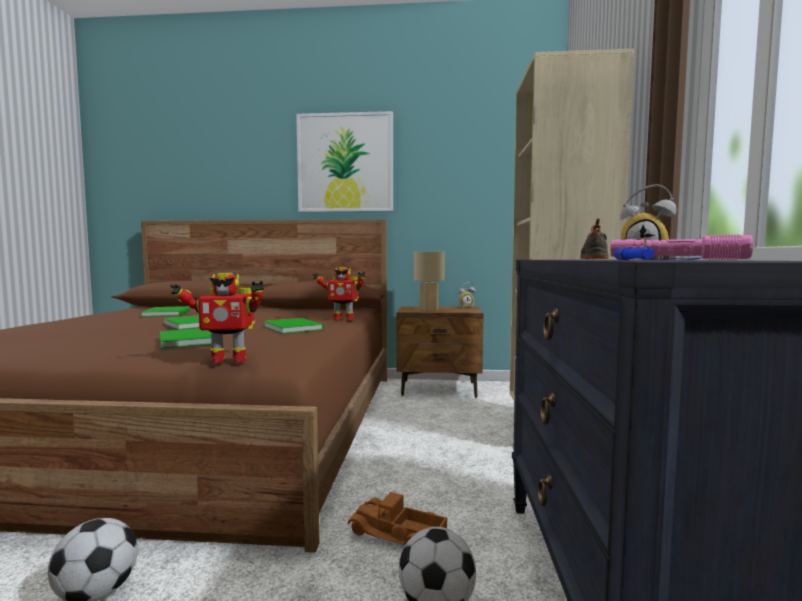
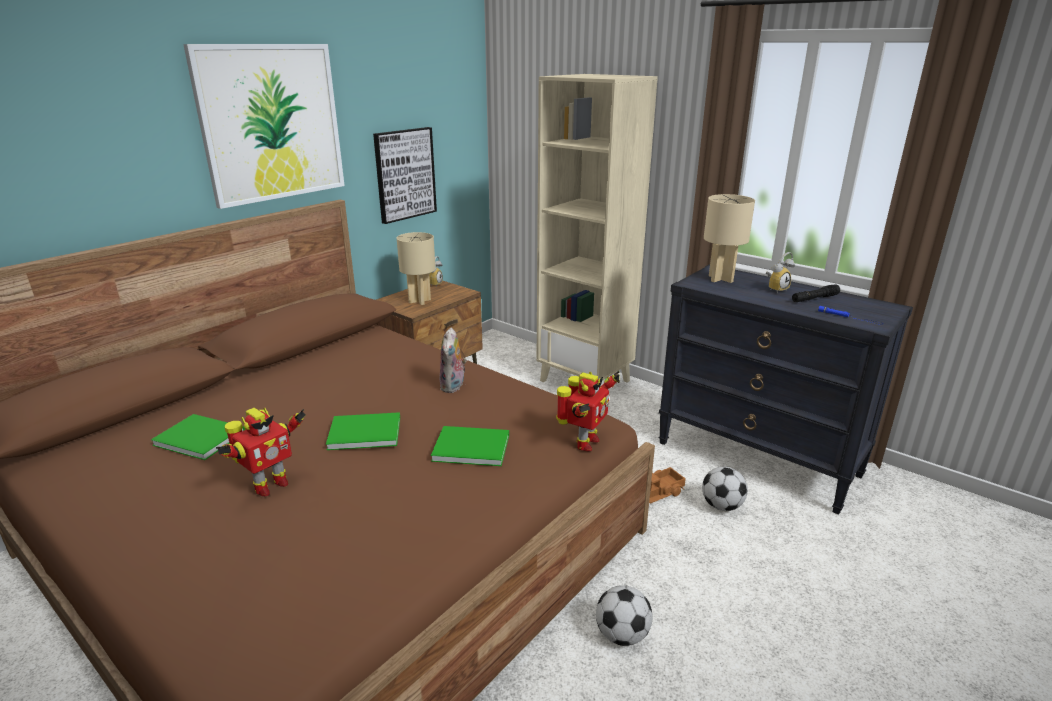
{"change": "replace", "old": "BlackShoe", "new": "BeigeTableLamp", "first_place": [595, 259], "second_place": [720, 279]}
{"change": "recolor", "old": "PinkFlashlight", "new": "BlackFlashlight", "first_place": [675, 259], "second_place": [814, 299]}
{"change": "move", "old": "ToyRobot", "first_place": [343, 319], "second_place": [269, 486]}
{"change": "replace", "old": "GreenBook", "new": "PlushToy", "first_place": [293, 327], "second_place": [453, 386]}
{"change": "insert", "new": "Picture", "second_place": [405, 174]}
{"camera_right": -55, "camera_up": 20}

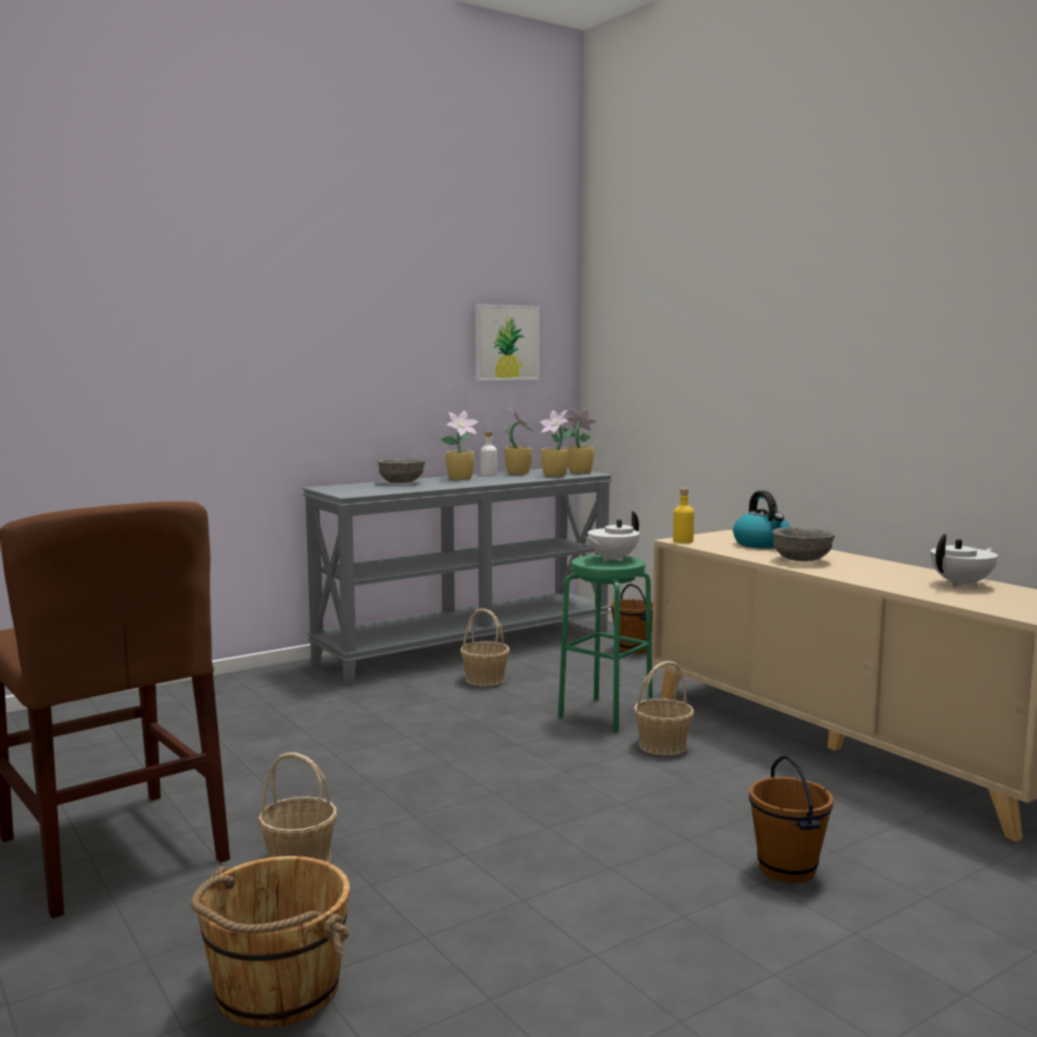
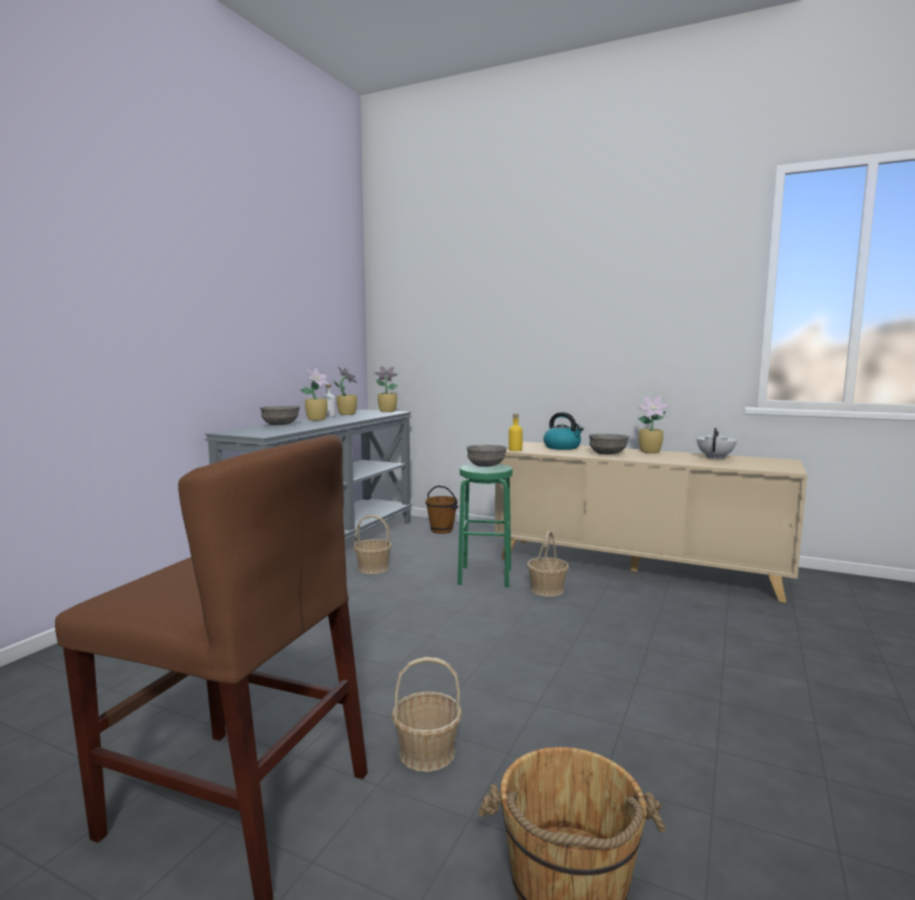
{"change": "delete", "old": "Picture", "first_place": [506, 342]}
{"change": "move", "old": "PottedPlant", "first_place": [555, 475], "second_place": [651, 452]}
{"change": "replace", "old": "WhiteTeapot", "new": "GreyBowl", "first_place": [612, 559], "second_place": [486, 466]}
{"change": "delete", "old": "BrownBucket", "first_place": [786, 869]}
{"camera_right": -30, "camera_up": 0}

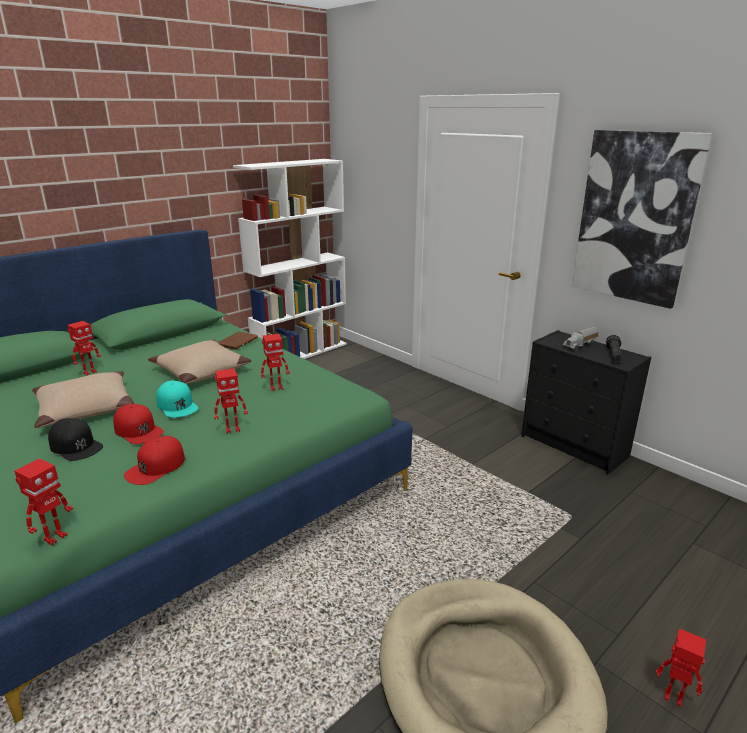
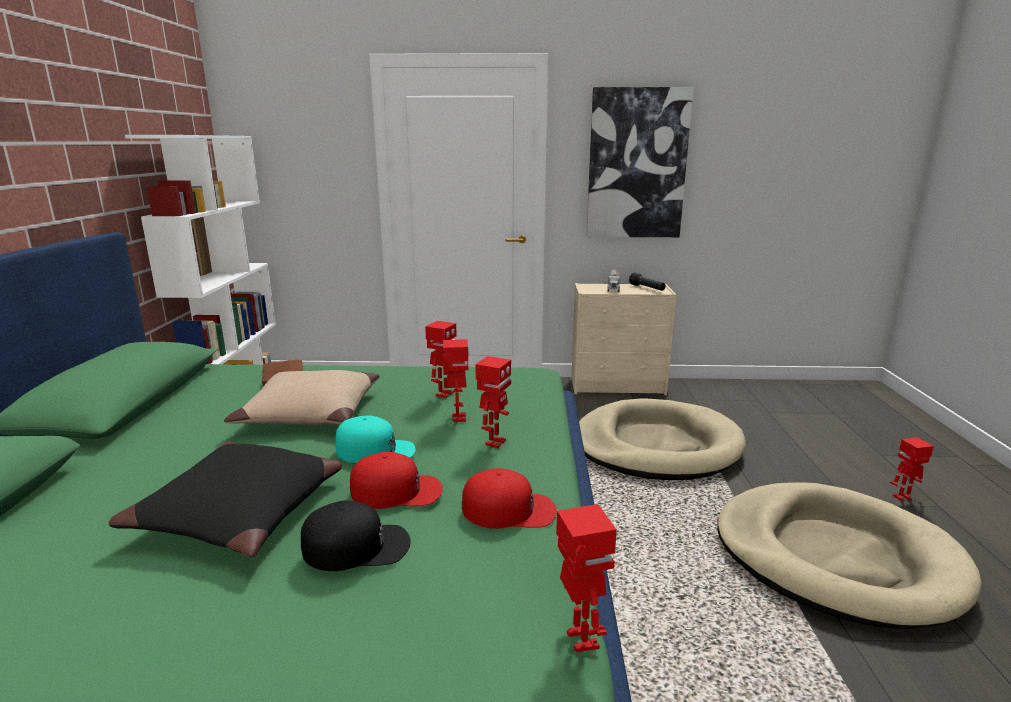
{"change": "move", "old": "ToyRobot", "first_place": [89, 372], "second_place": [458, 418]}
{"change": "recolor", "old": "BlackDresser", "new": "BeigeDresser", "first_place": [575, 446], "second_place": [618, 386]}
{"change": "recolor", "old": "BeigePillow", "new": "BlackPillow", "first_place": [85, 409], "second_place": [241, 512]}
{"change": "rotate", "old": "RedCap", "first_place": [156, 467], "second_place": [509, 509], "degrees": -75}
{"change": "insert", "new": "BeigeDogBed", "second_place": [656, 446]}
{"camera_right": -45, "camera_up": -5}

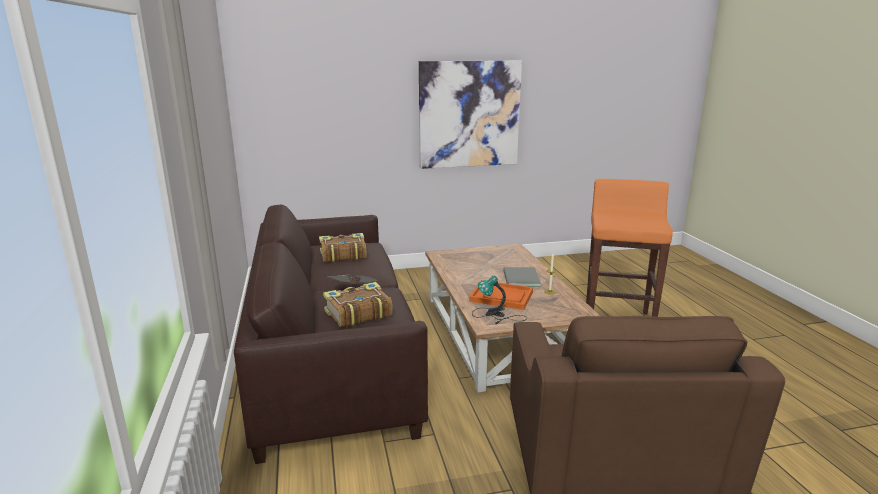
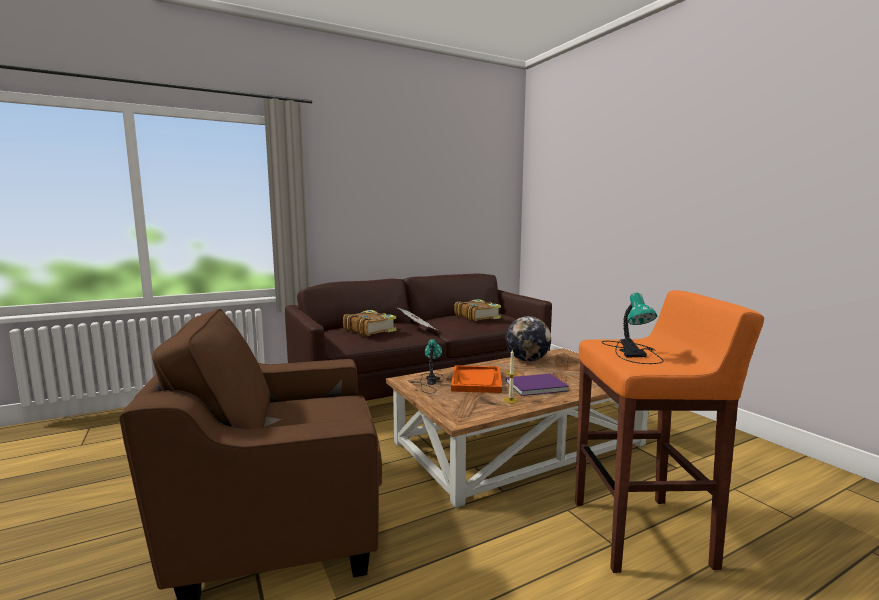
{"change": "delete", "old": "Picture", "first_place": [469, 114]}
{"change": "recolor", "old": "GreyBook", "new": "PurpleBook", "first_place": [520, 279], "second_place": [534, 386]}
{"change": "insert", "new": "TableLamp", "second_place": [631, 352]}
{"change": "insert", "new": "Globe", "second_place": [527, 360]}
{"camera_right": 75, "camera_up": -10}

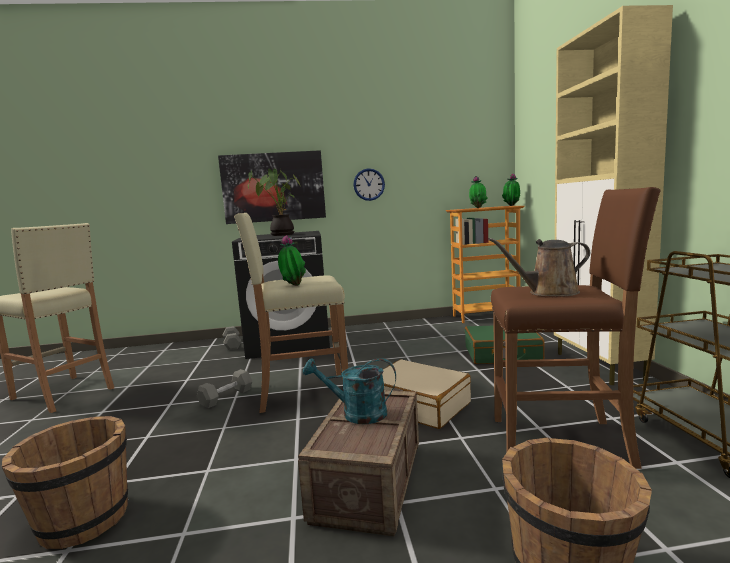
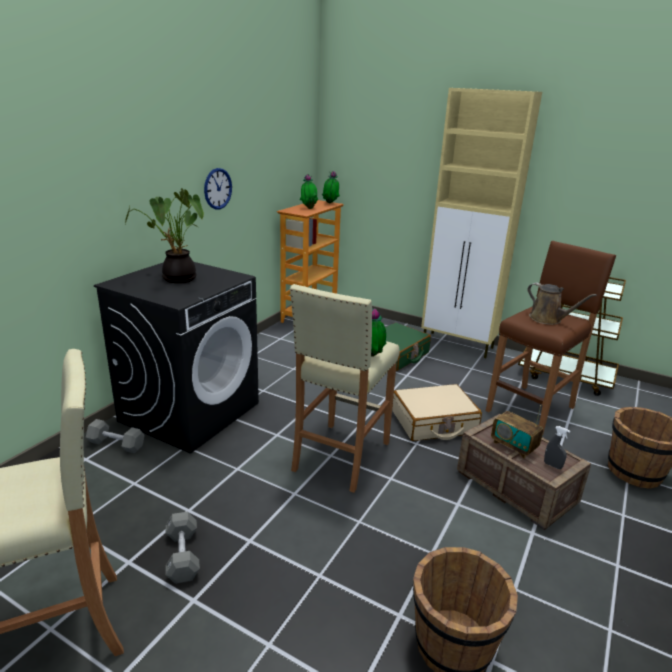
{"change": "delete", "old": "Picture", "first_place": [273, 187]}
{"change": "rotate", "old": "BrownWateringCan", "first_place": [548, 293], "second_place": [548, 319], "degrees": -75}
{"change": "replace", "old": "TurquoiseWateringCan", "new": "Radio", "first_place": [356, 414], "second_place": [513, 446]}
{"change": "move", "old": "GreyDumbbell", "first_place": [226, 397], "second_place": [182, 555]}
{"change": "insert", "new": "GreySprayBottle", "second_place": [552, 465]}
{"camera_right": -55, "camera_up": 15}

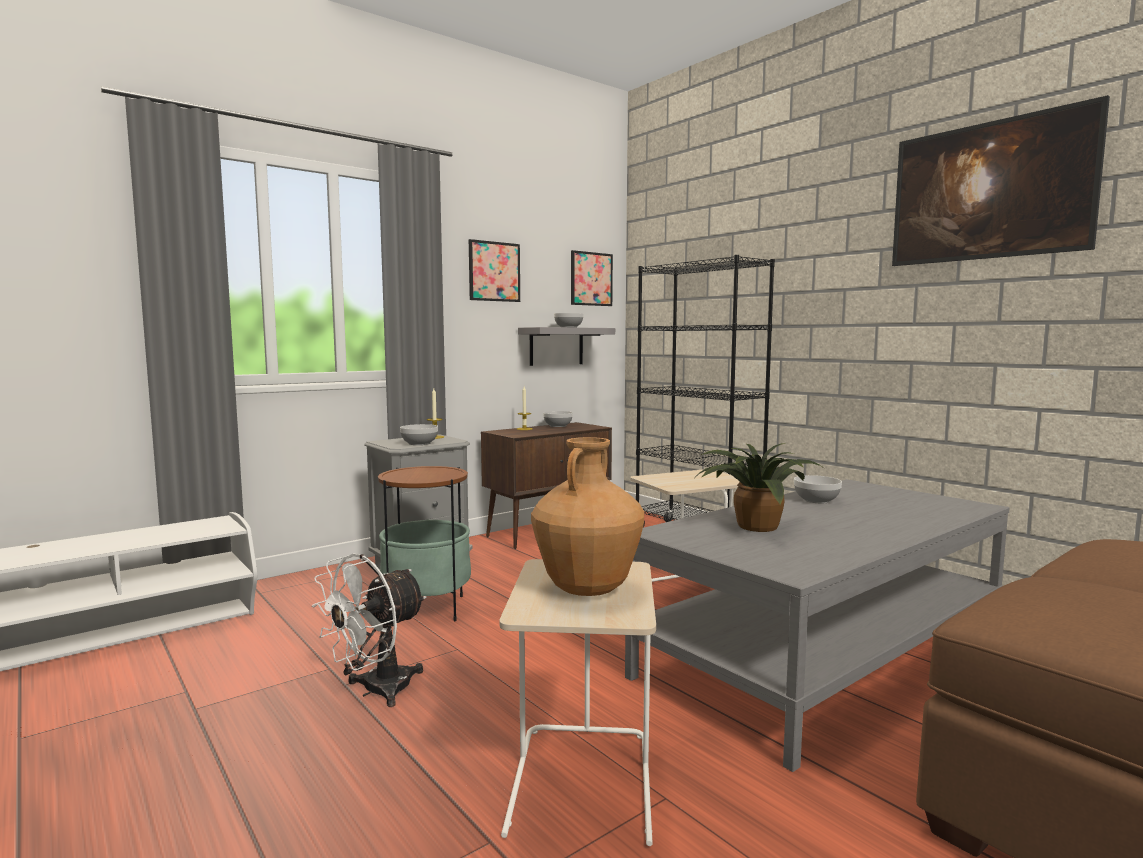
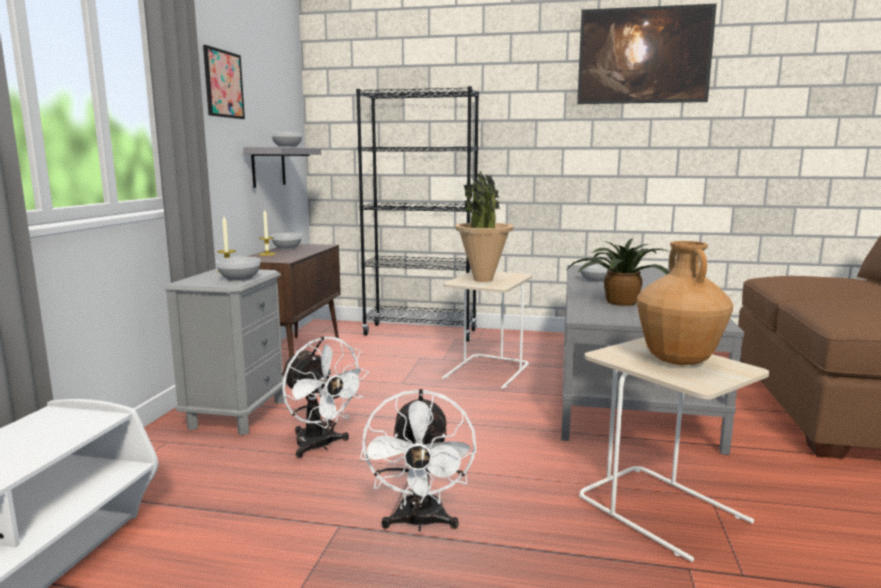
{"change": "delete", "old": "Picture", "first_place": [591, 279]}
{"change": "replace", "old": "SideTable", "new": "WhiteFan", "first_place": [427, 609], "second_place": [320, 446]}
{"change": "insert", "new": "PottedPlant", "second_place": [483, 280]}
{"camera_right": -40, "camera_up": 5}

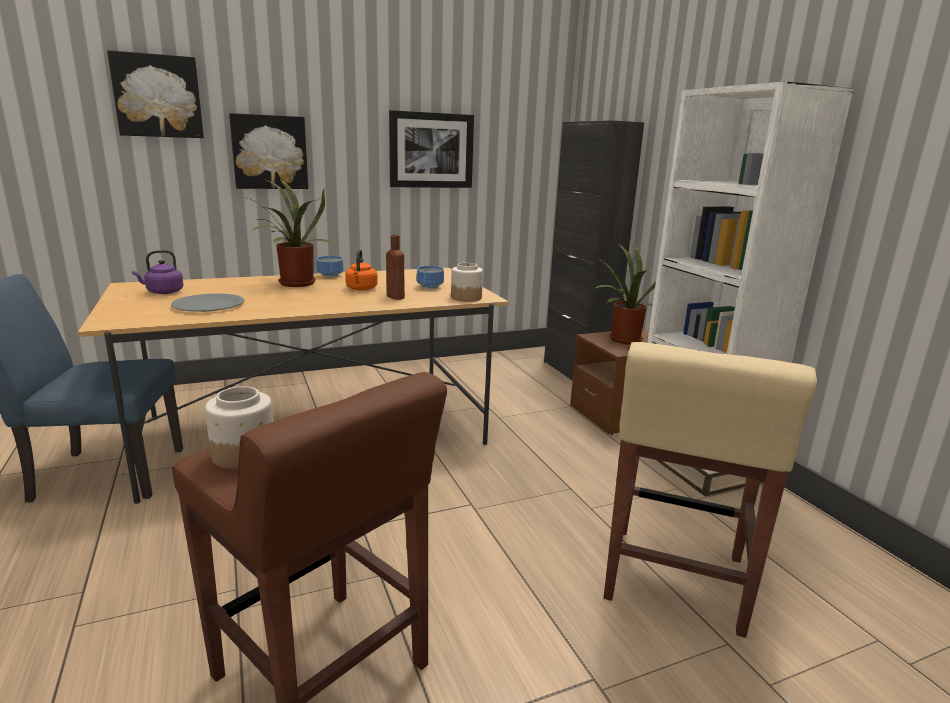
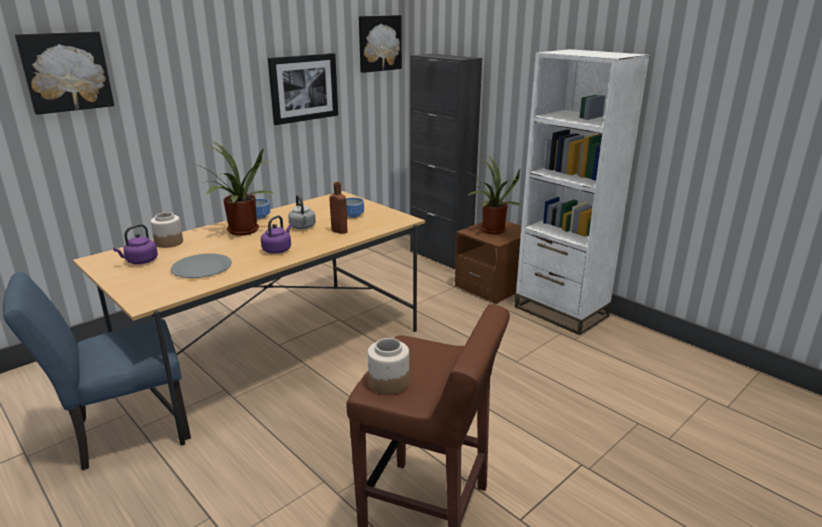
{"change": "move", "old": "Picture", "first_place": [269, 152], "second_place": [379, 43]}
{"change": "recolor", "old": "OrangeKettle", "new": "GreyKettle", "first_place": [361, 289], "second_place": [303, 227]}
{"change": "move", "old": "Jar", "first_place": [466, 298], "second_place": [169, 242]}
{"change": "delete", "old": "BeigeStool", "first_place": [674, 580]}
{"change": "insert", "new": "PurpleKettle", "second_place": [278, 250]}
{"camera_right": -20, "camera_up": 5}

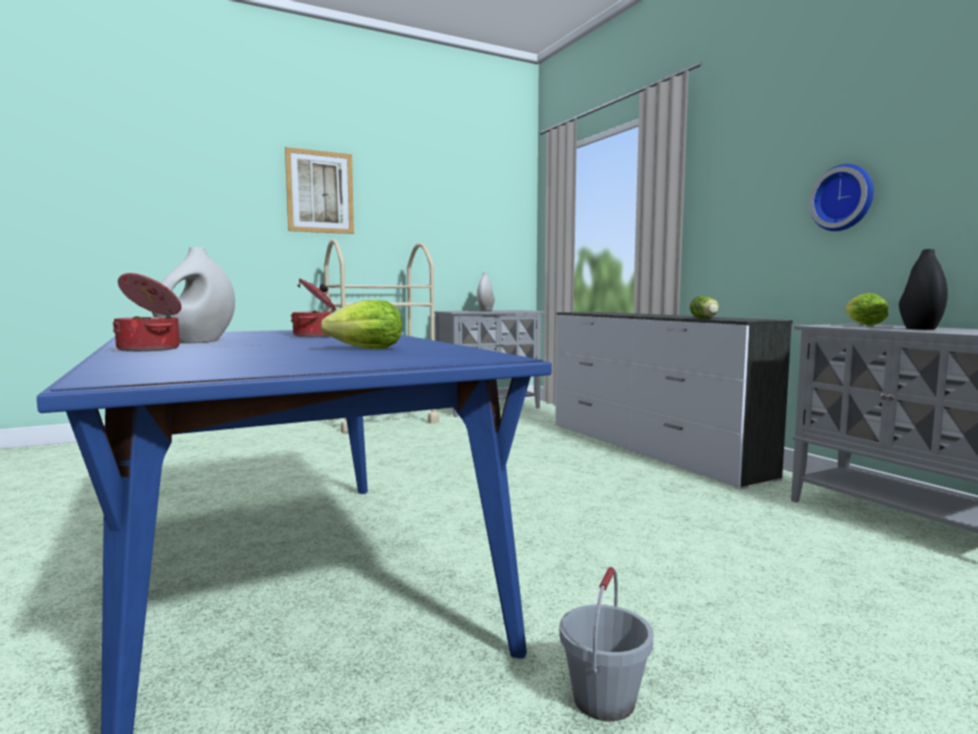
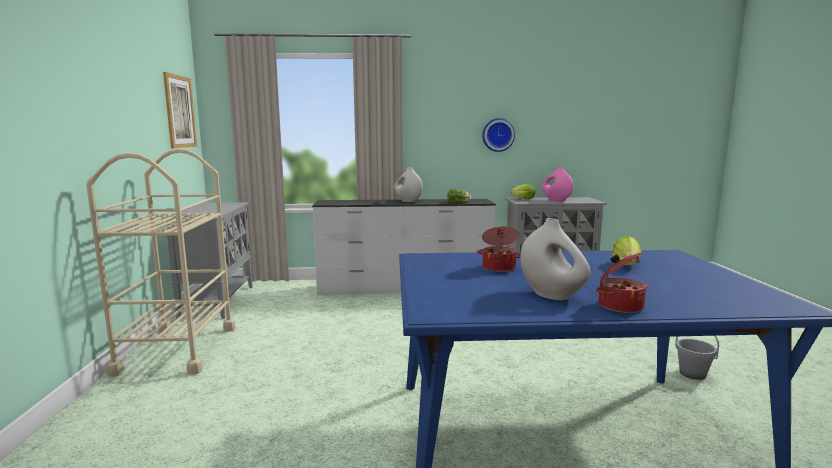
{"change": "move", "old": "Picture", "first_place": [320, 192], "second_place": [180, 112]}
{"change": "recolor", "old": "BlackVase", "new": "PinkVase", "first_place": [919, 329], "second_place": [556, 200]}
{"change": "move", "old": "WhiteVase", "first_place": [485, 310], "second_place": [408, 201]}
{"camera_right": -65, "camera_up": 5}

